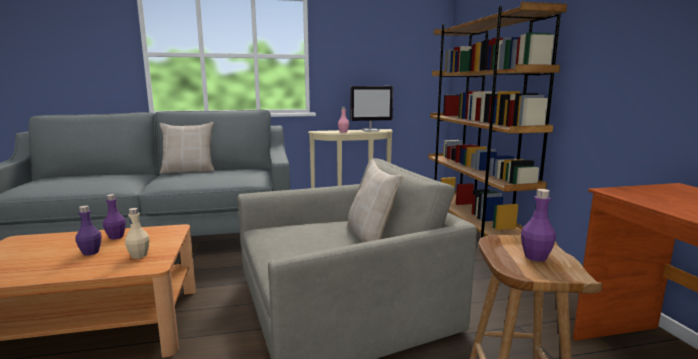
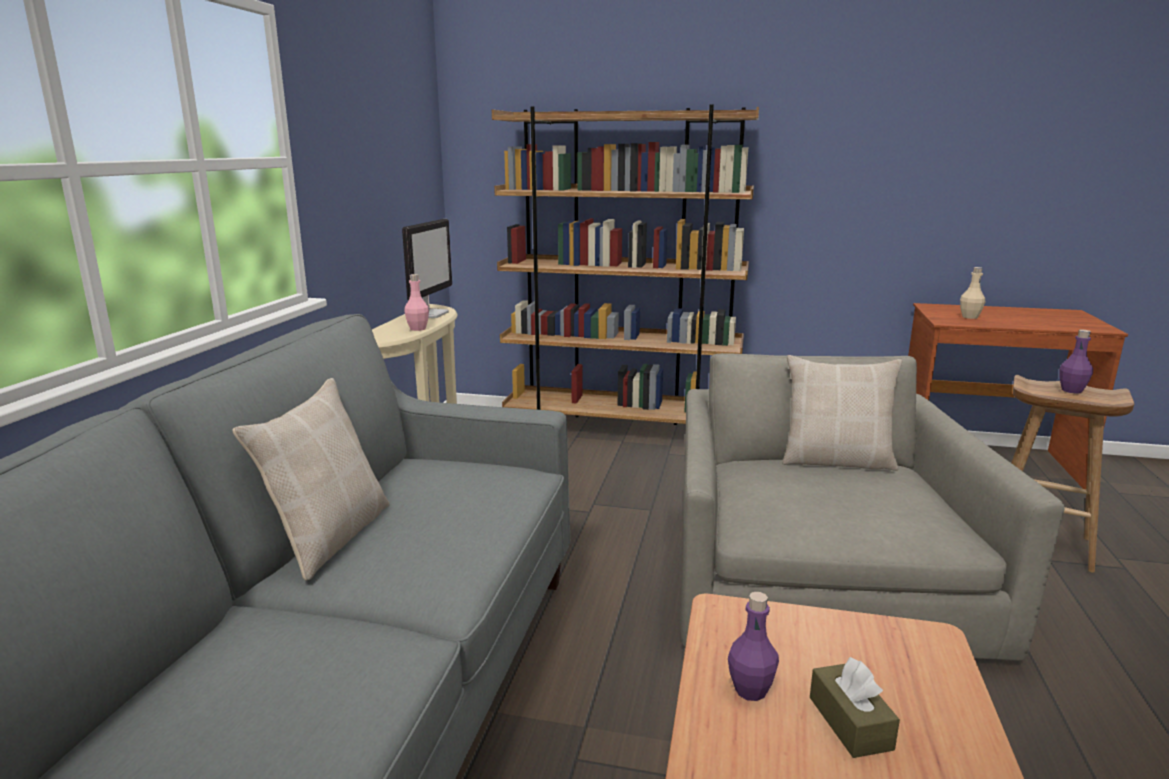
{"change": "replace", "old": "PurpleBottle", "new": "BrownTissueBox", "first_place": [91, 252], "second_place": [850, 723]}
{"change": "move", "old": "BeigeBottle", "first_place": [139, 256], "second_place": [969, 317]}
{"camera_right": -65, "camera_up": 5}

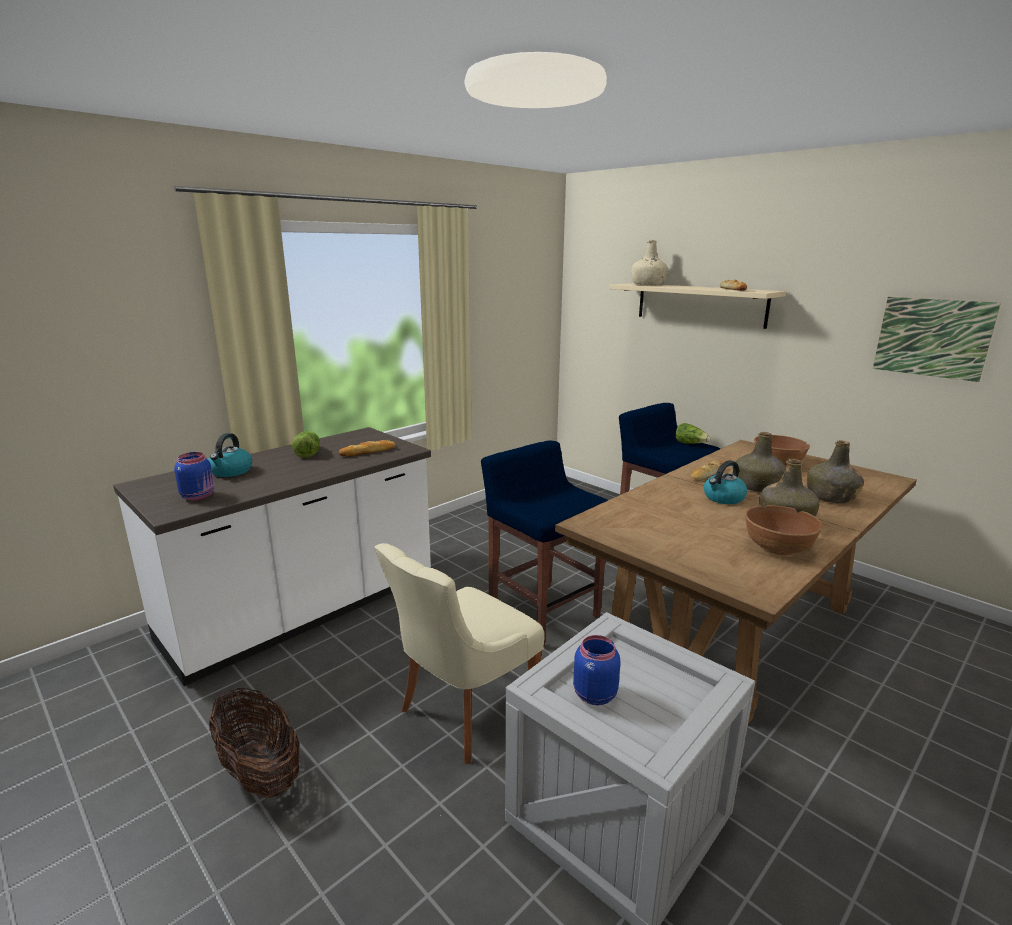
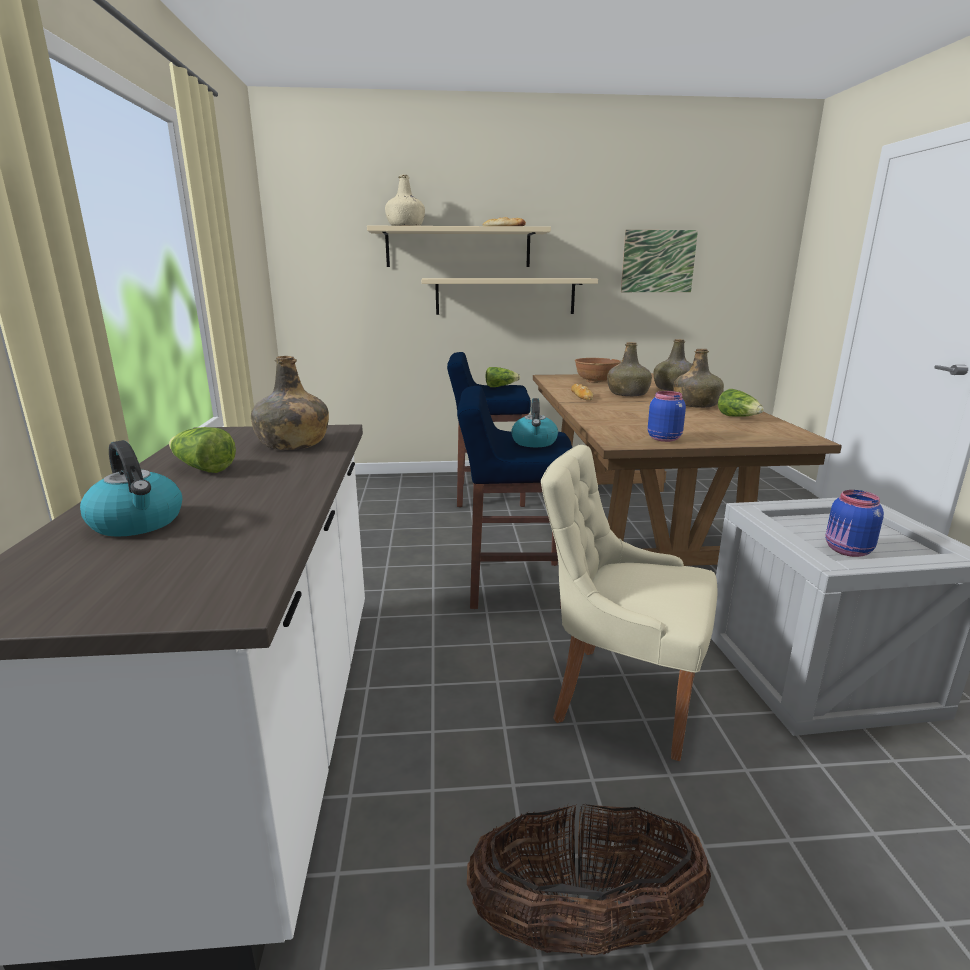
{"change": "replace", "old": "Bread", "new": "GreenBottle", "first_place": [368, 452], "second_place": [293, 444]}
{"change": "move", "old": "BlueJar", "first_place": [199, 496], "second_place": [663, 438]}
{"change": "move", "old": "Kettle", "first_place": [723, 498], "second_place": [534, 442]}
{"change": "replace", "old": "BrownBowl", "new": "Lettuce", "first_place": [777, 548], "second_place": [738, 417]}
{"change": "rotate", "old": "BeigeChair", "first_place": [463, 713], "second_place": [620, 695], "degrees": 120}
{"change": "insert", "new": "BeigeShelf", "second_place": [505, 296]}
{"camera_right": -50, "camera_up": 0}

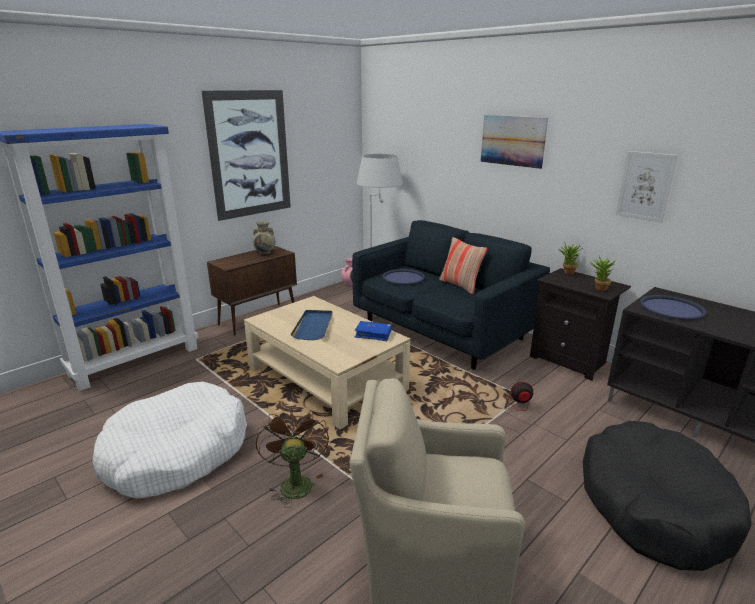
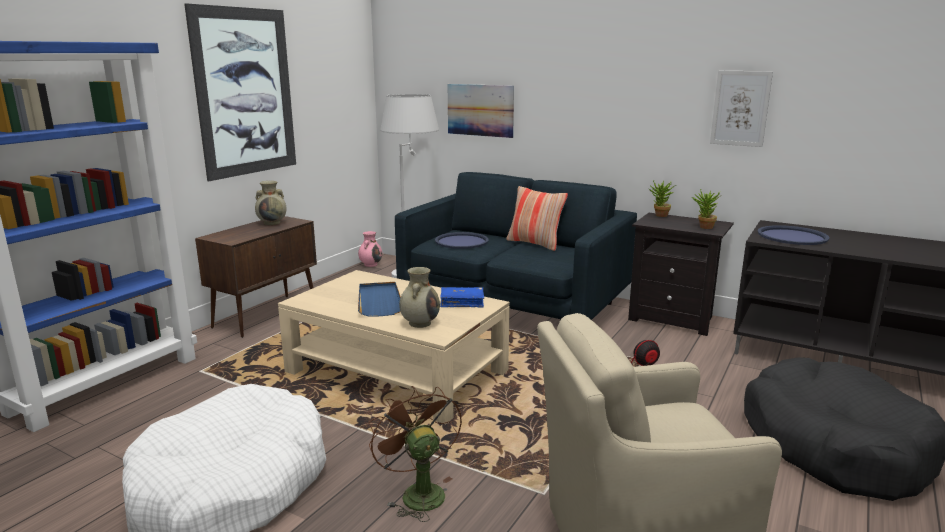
{"change": "move", "old": "Picture", "first_place": [512, 141], "second_place": [480, 110]}
{"change": "insert", "new": "BeigeVase", "second_place": [420, 323]}
{"camera_right": -15, "camera_up": -5}

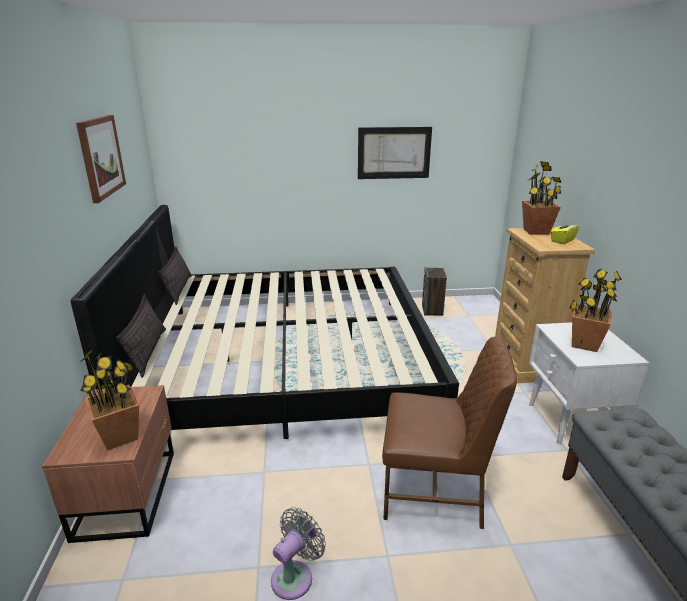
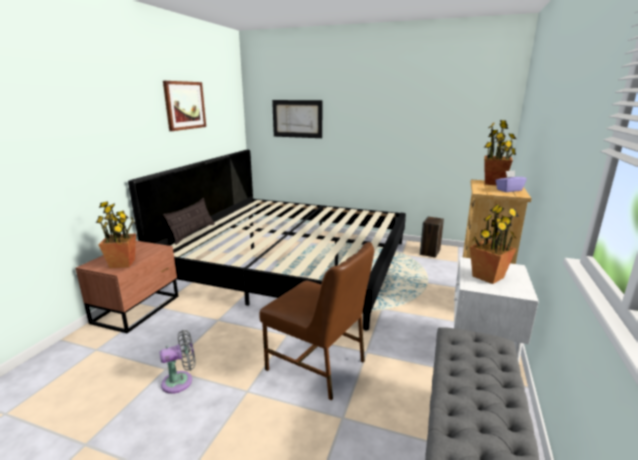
{"change": "move", "old": "Picture", "first_place": [394, 153], "second_place": [297, 119]}
{"change": "recolor", "old": "YellowTissueBox", "new": "PurpleTissueBox", "first_place": [562, 240], "second_place": [508, 190]}
{"change": "delete", "old": "Pillow", "first_place": [179, 289]}
{"camera_right": 25, "camera_up": -5}

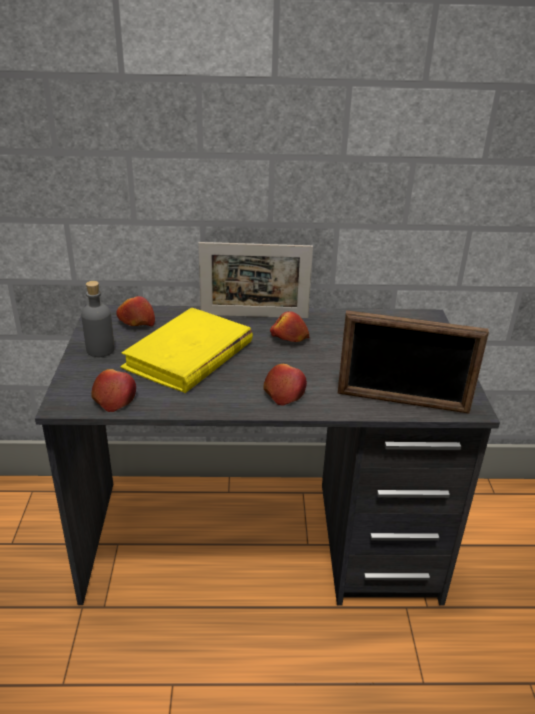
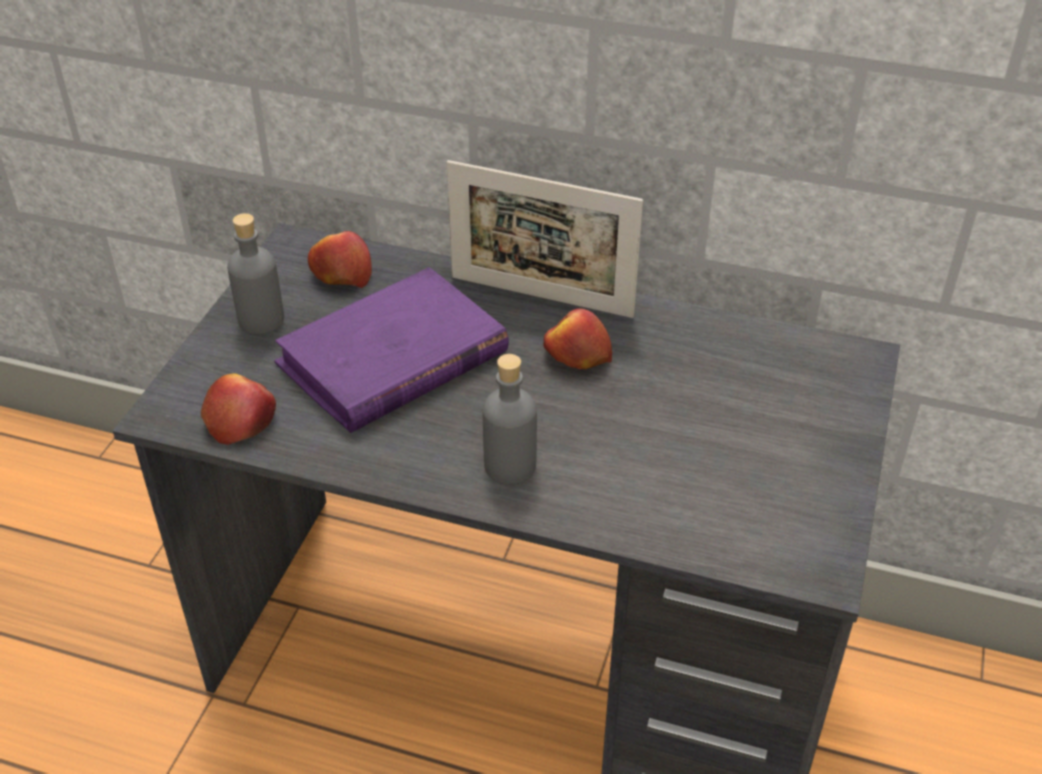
{"change": "recolor", "old": "YellowBook", "new": "PurpleBook", "first_place": [188, 355], "second_place": [392, 359]}
{"change": "delete", "old": "PictureFrame", "first_place": [402, 402]}
{"change": "replace", "old": "Apple", "new": "GreyBottle", "first_place": [284, 392], "second_place": [510, 466]}
{"camera_right": 20, "camera_up": 10}

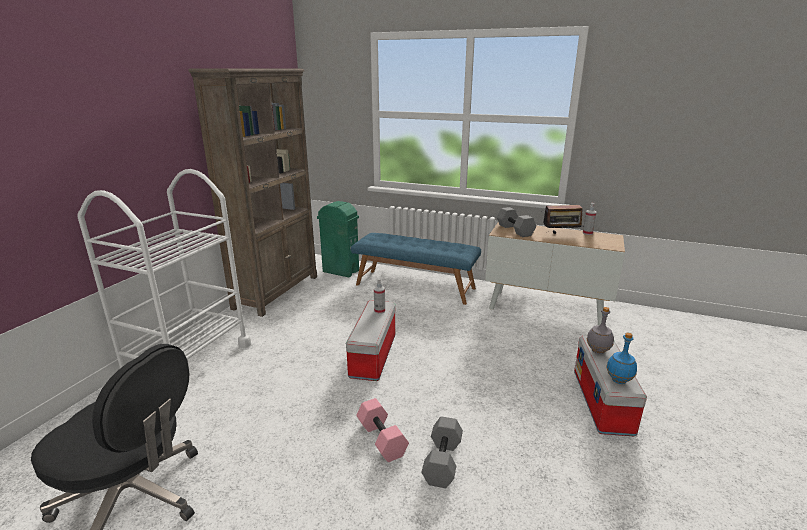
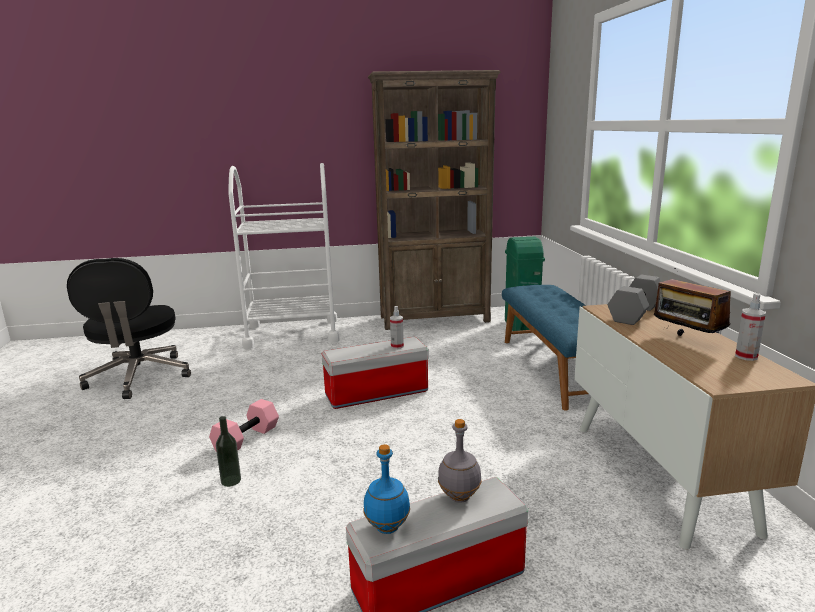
{"change": "replace", "old": "GreyDumbbell", "new": "Bottle", "first_place": [443, 462], "second_place": [231, 481]}
{"camera_right": 60, "camera_up": -5}

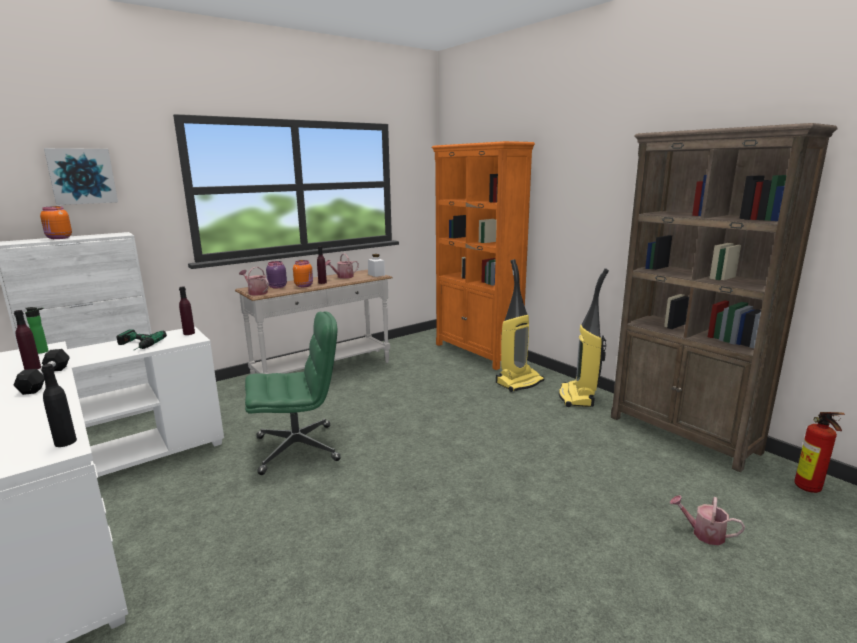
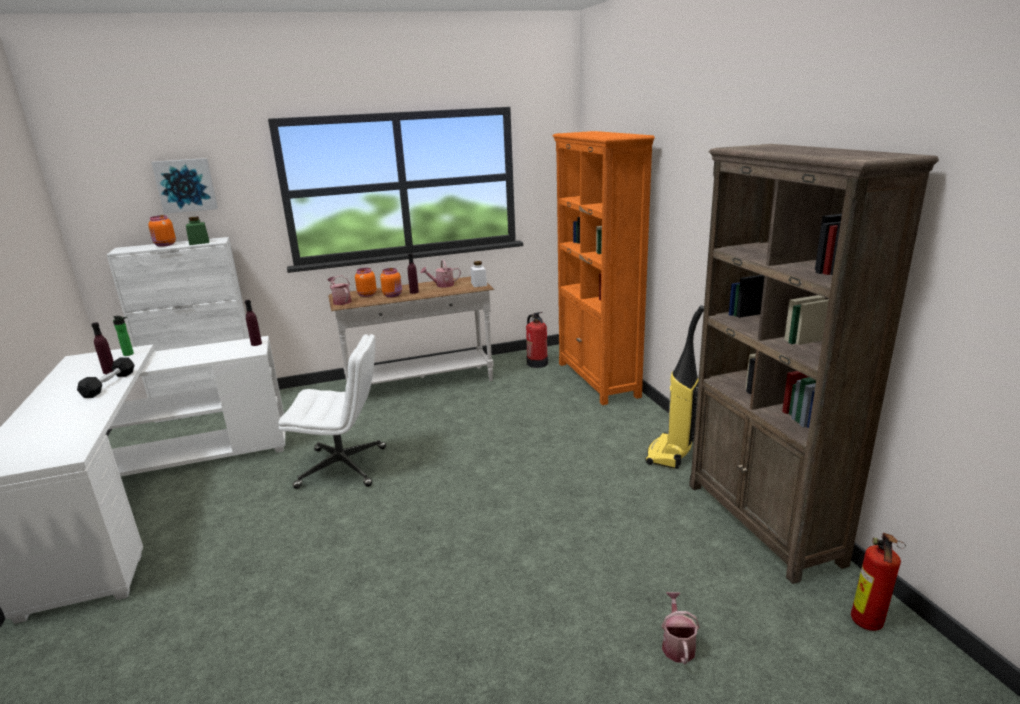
{"change": "delete", "old": "VacuumCleaner", "first_place": [519, 382]}
{"change": "recolor", "old": "PurpleJar", "new": "OrangeJar", "first_place": [277, 287], "second_place": [366, 295]}
{"change": "recolor", "old": "GreenOfficeChair", "new": "WhiteOfficeChair", "first_place": [298, 448], "second_place": [343, 467]}
{"change": "delete", "old": "PowerDrill", "first_place": [135, 346]}
{"change": "delete", "old": "BlackBottle", "first_place": [65, 442]}
{"change": "rotate", "old": "WateringCan", "first_place": [703, 533], "second_place": [677, 644], "degrees": 45}
{"change": "insert", "new": "GreenJar", "second_place": [199, 242]}
{"change": "insert", "new": "FireExtinguisher", "second_place": [537, 363]}
{"camera_right": 20, "camera_up": 5}

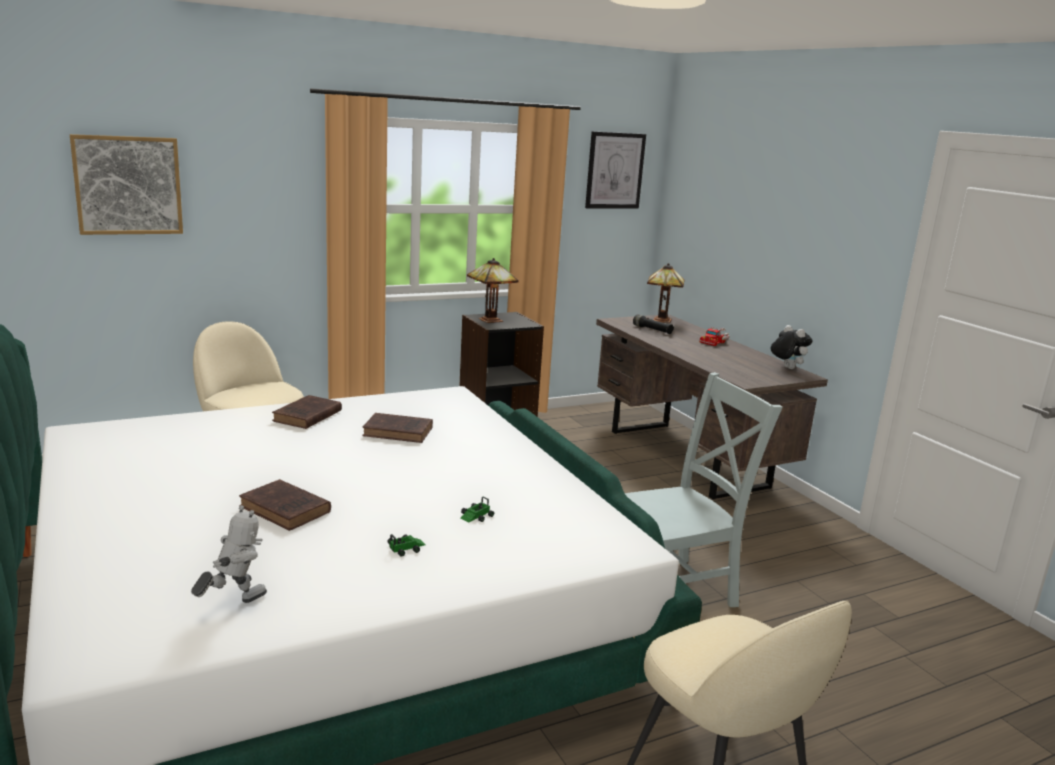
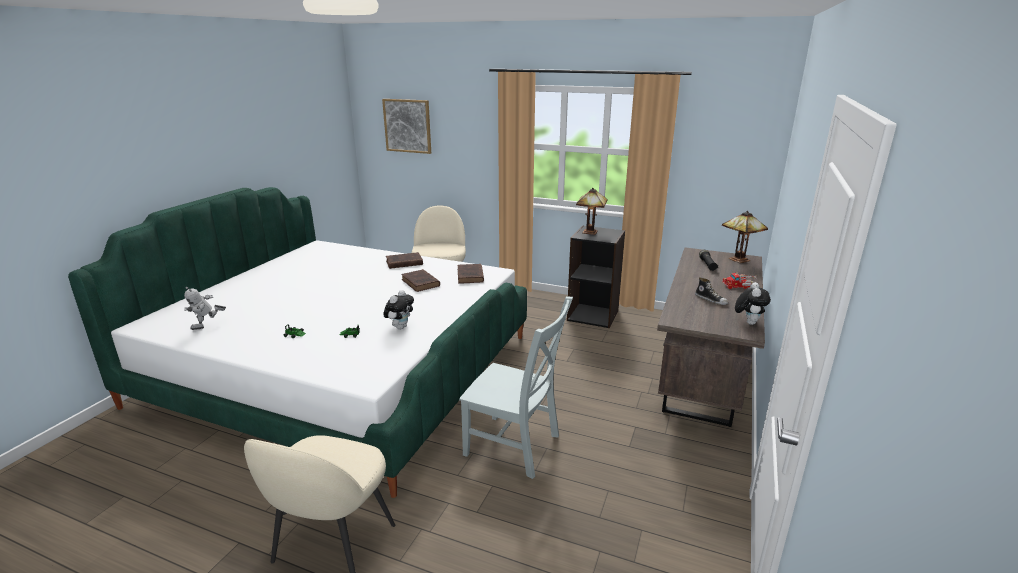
{"change": "delete", "old": "Picture", "first_place": [614, 170]}
{"change": "move", "old": "BrownBook", "first_place": [286, 510], "second_place": [470, 276]}
{"change": "rotate", "old": "ToyRobot", "first_place": [234, 602], "second_place": [208, 327], "degrees": 135}
{"change": "insert", "new": "Shoe", "second_place": [711, 300]}
{"change": "insert", "new": "PlushToy", "second_place": [400, 327]}
{"camera_right": 50, "camera_up": 5}

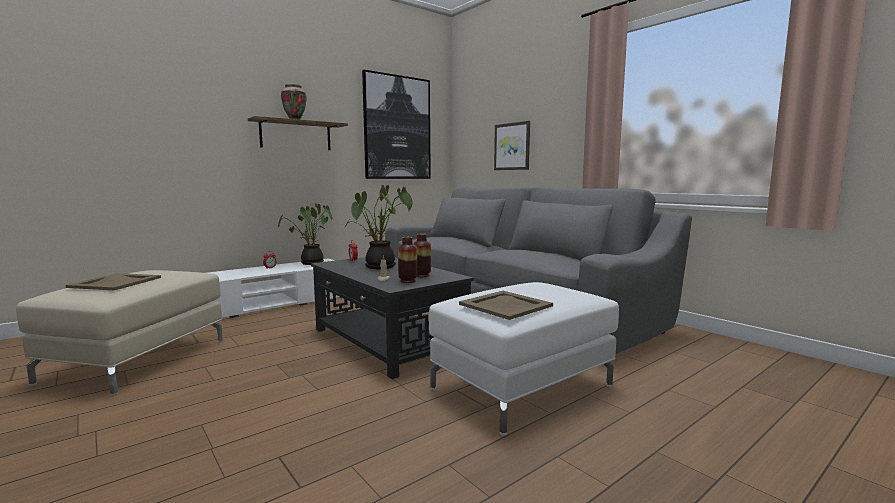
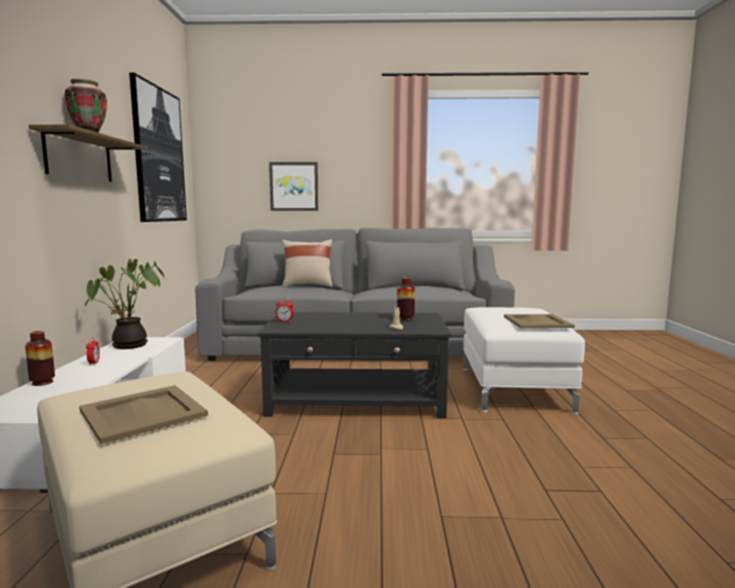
{"change": "delete", "old": "PottedPlant", "first_place": [379, 267]}
{"change": "move", "old": "Vase", "first_place": [407, 281], "second_place": [42, 382]}
{"change": "insert", "new": "BeigePillow", "second_place": [307, 286]}
{"camera_right": -50, "camera_up": 0}

